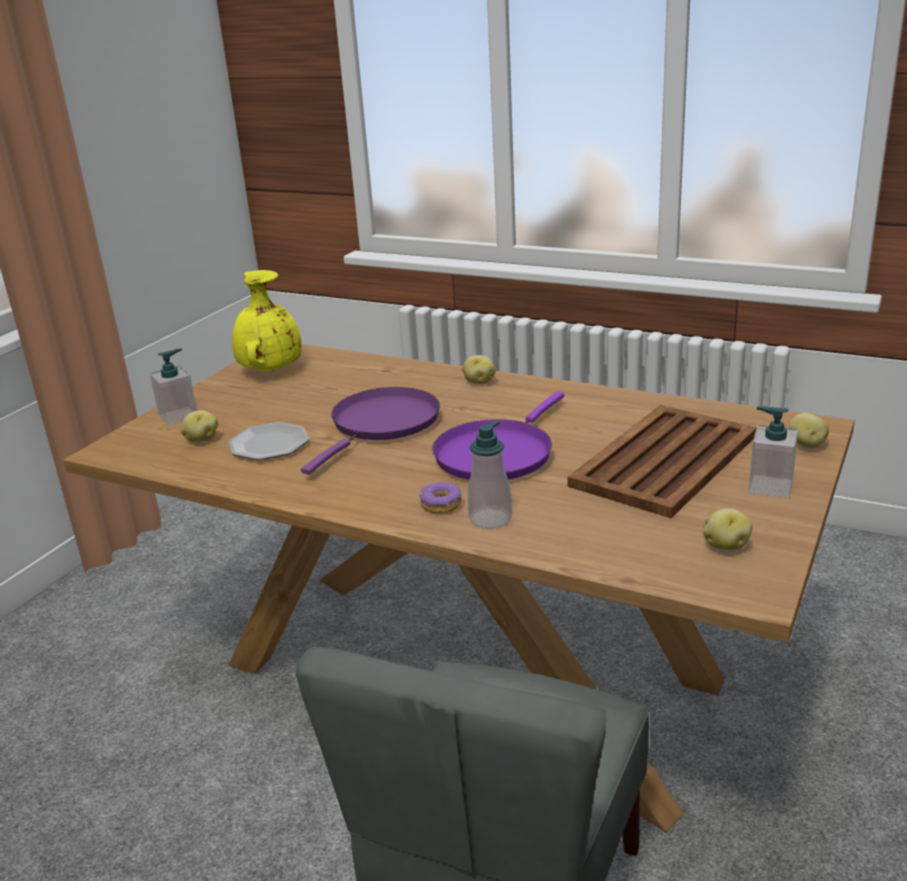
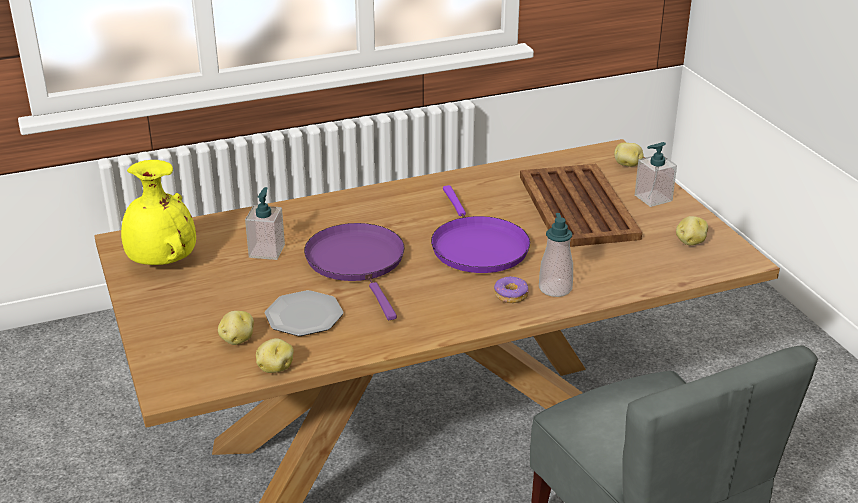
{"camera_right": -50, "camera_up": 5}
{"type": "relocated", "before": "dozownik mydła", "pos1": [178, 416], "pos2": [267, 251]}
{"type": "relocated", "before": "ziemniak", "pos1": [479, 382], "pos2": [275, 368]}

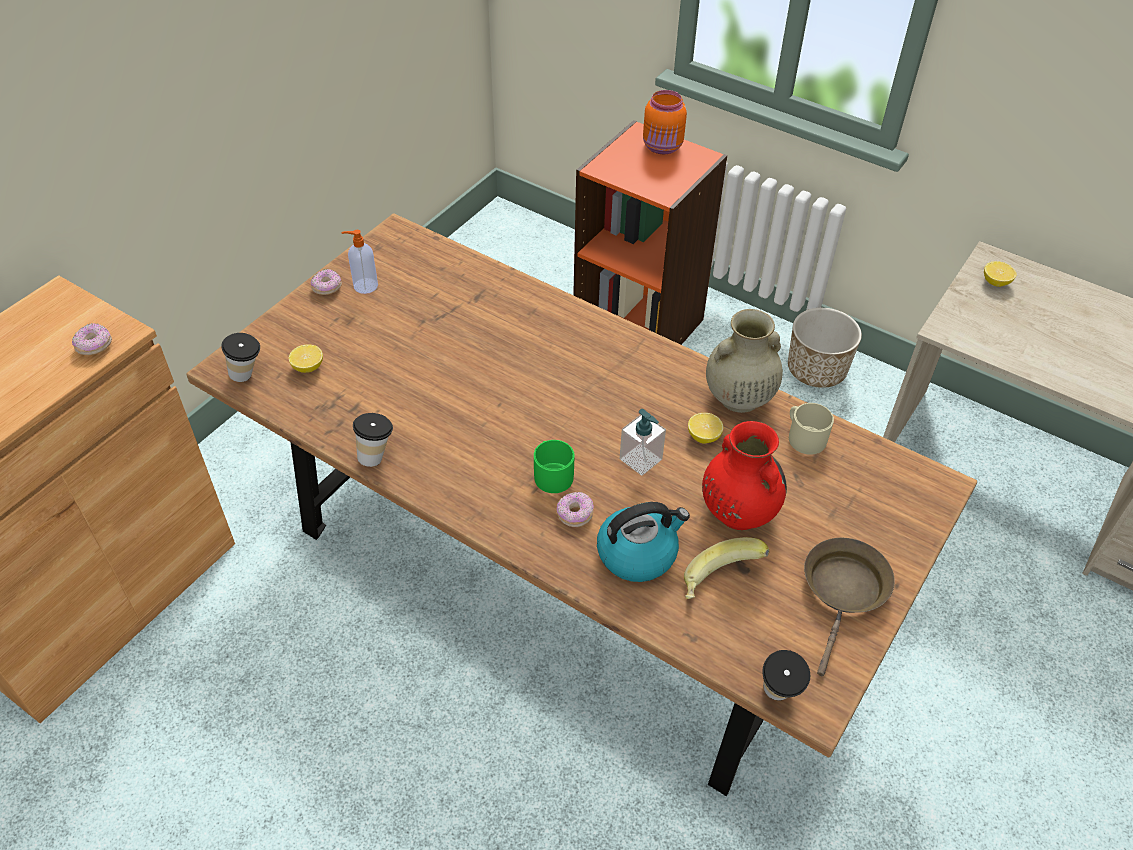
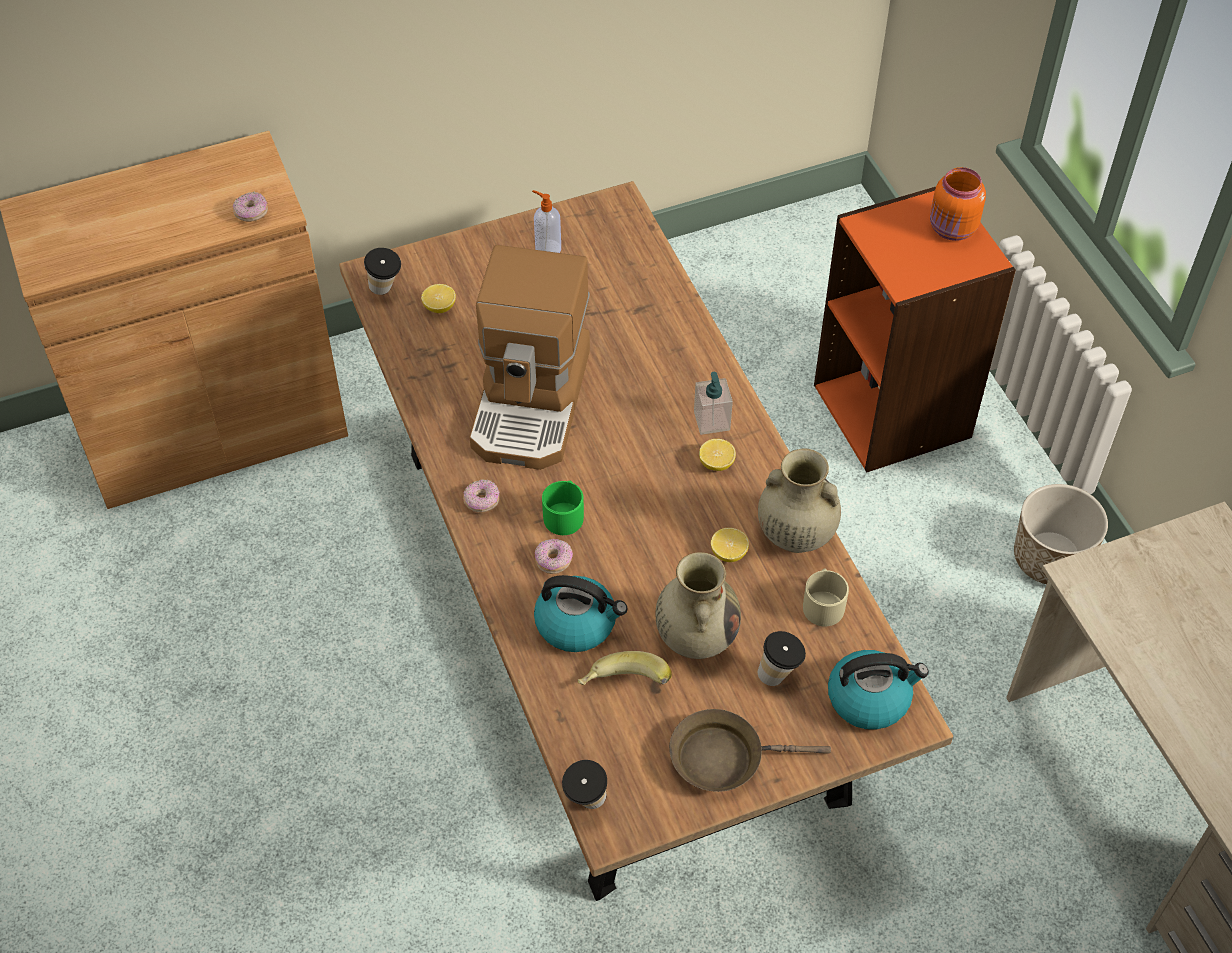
{"camera_right": 35, "camera_up": 5}
{"type": "relocated", "before": "donut", "pos1": [327, 288], "pos2": [482, 501]}
{"type": "appeared", "after": "ekspres do kawy", "pos2": [533, 401]}
{"type": "colour", "before": "wazon (czerwony)", "after": "wazon (beżowy)", "pos1": [737, 511], "pos2": [696, 637]}
{"type": "spun", "before": "patelnia (brązowy)", "pos1": [844, 592], "pos2": [724, 757], "turn": -150}
{"type": "relocated", "before": "dozownik mydła", "pos1": [641, 459], "pos2": [712, 421]}
{"type": "relocated", "before": "cytryna", "pos1": [995, 282], "pos2": [716, 463]}
{"type": "relocated", "before": "filiżanka", "pos1": [377, 456], "pos2": [779, 675]}
{"type": "appeared", "after": "czajnik", "pos2": [870, 698]}

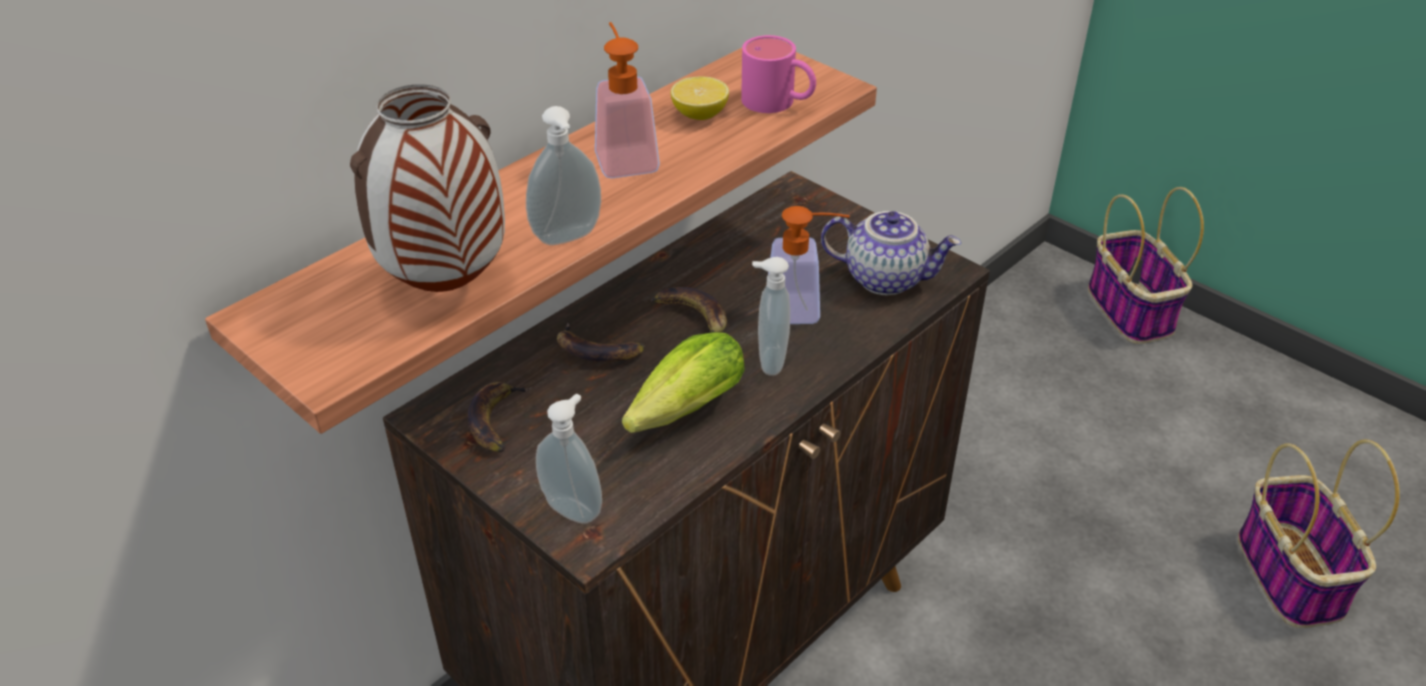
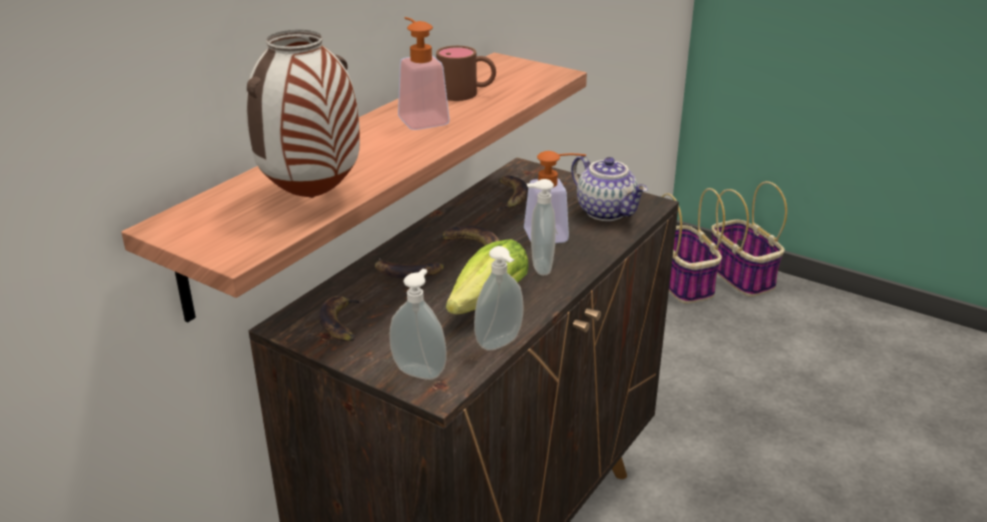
{"camera_right": -10, "camera_up": -10}
{"type": "exchanged", "before": "cytryna", "after": "kubek (brązowy)", "pos1": [700, 115], "pos2": [466, 93]}
{"type": "relocated", "before": "dozownik mydła", "pos1": [568, 238], "pos2": [501, 344]}
{"type": "appeared", "after": "banan", "pos2": [510, 196]}
{"type": "spun", "before": "imbryk", "pos1": [886, 278], "pos2": [607, 212], "turn": 45}
{"type": "relocated", "before": "koszyk", "pos1": [1291, 576], "pos2": [684, 283]}
{"type": "missing", "before": "kubek (różowy)", "pos1": [778, 102]}

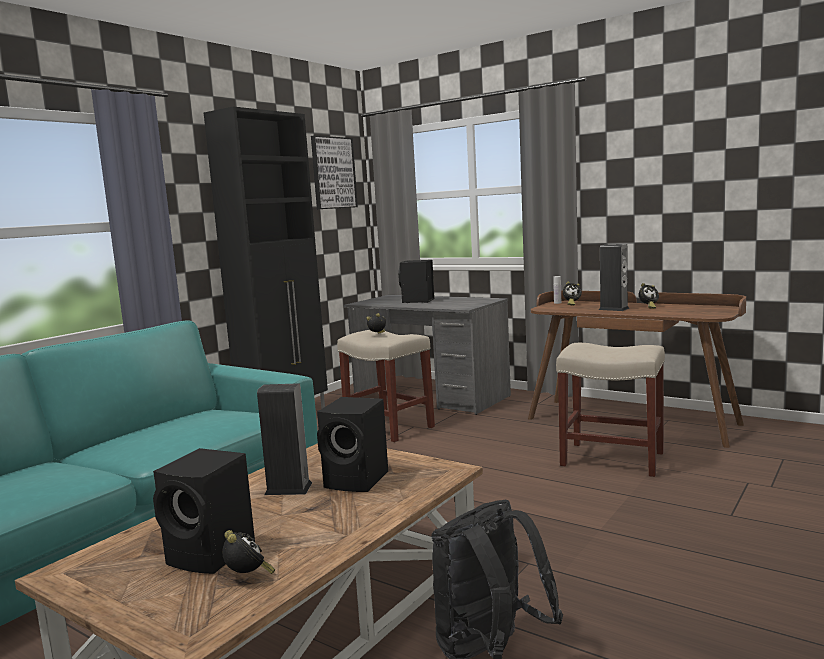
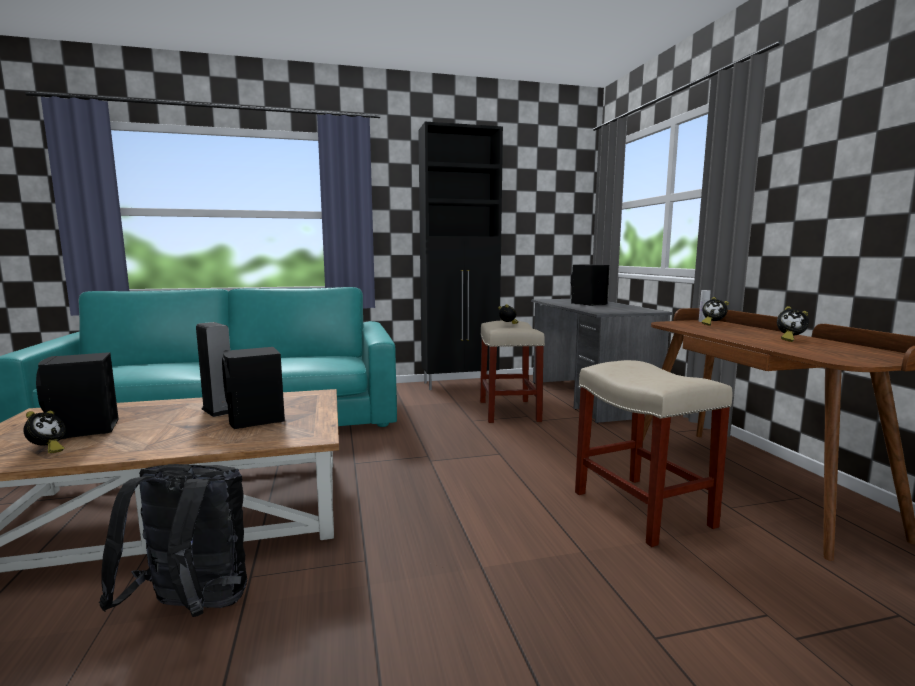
{"camera_right": 40, "camera_up": 0}
{"type": "missing", "before": "obraz", "pos1": [333, 173]}
{"type": "missing", "before": "głośnik", "pos1": [613, 309]}

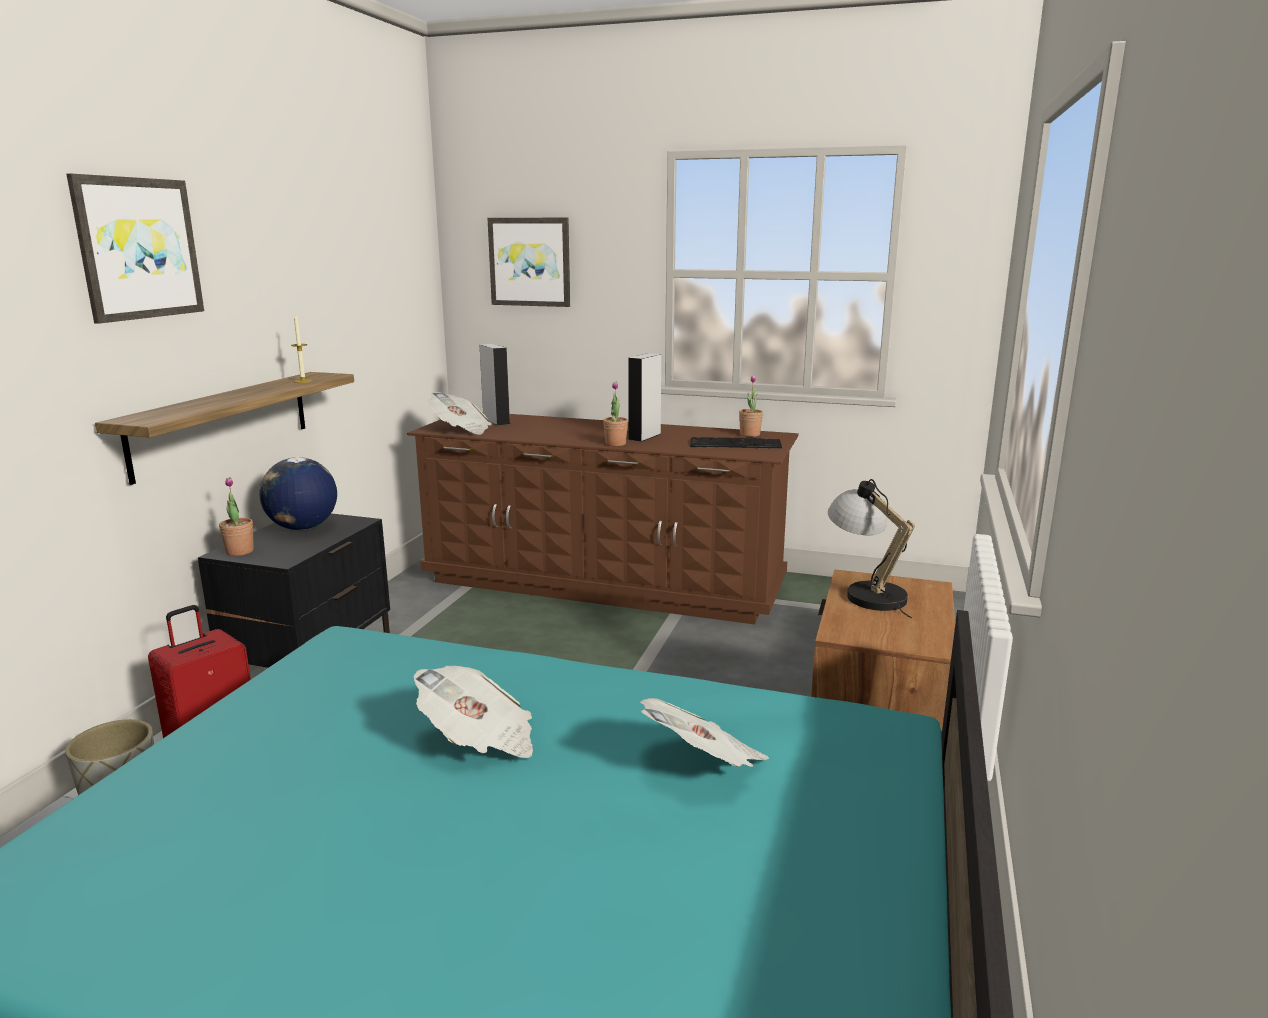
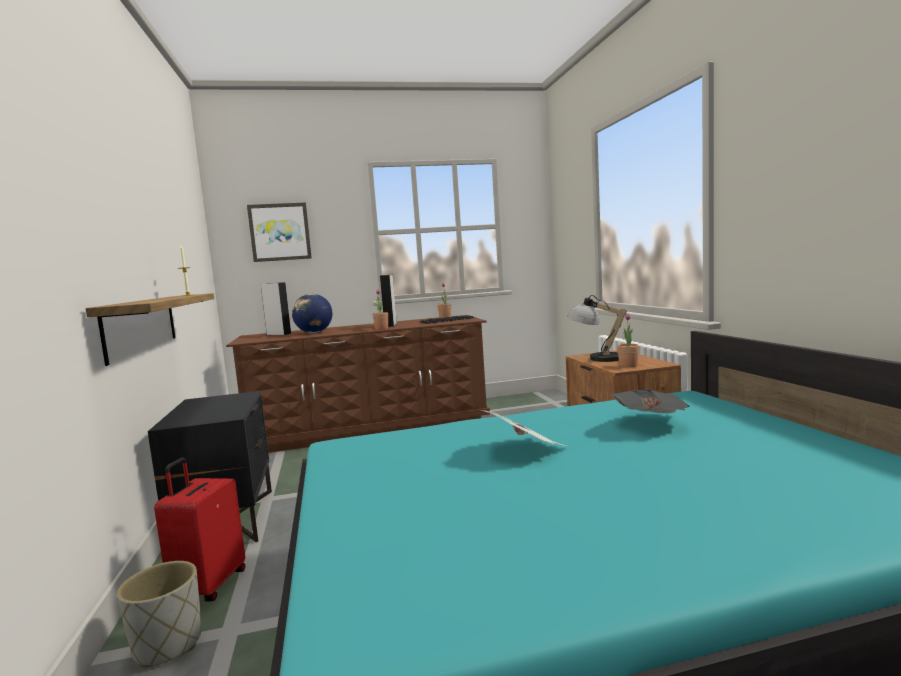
{"camera_right": -30, "camera_up": -10}
{"type": "relocated", "before": "globus", "pos1": [302, 528], "pos2": [314, 332]}
{"type": "relocated", "before": "roślina doniczkowa", "pos1": [240, 551], "pos2": [628, 365]}
{"type": "missing", "before": "obraz", "pos1": [138, 248]}
{"type": "missing", "before": "gazeta", "pos1": [461, 430]}

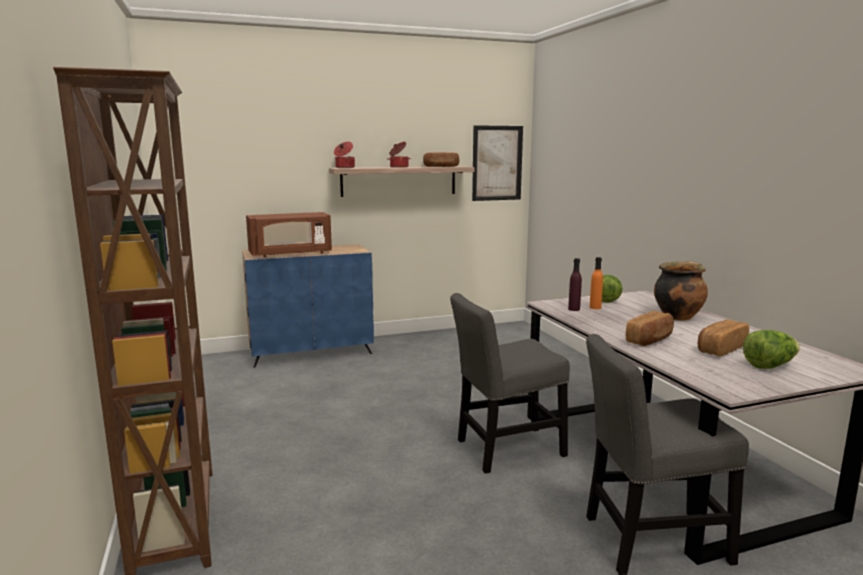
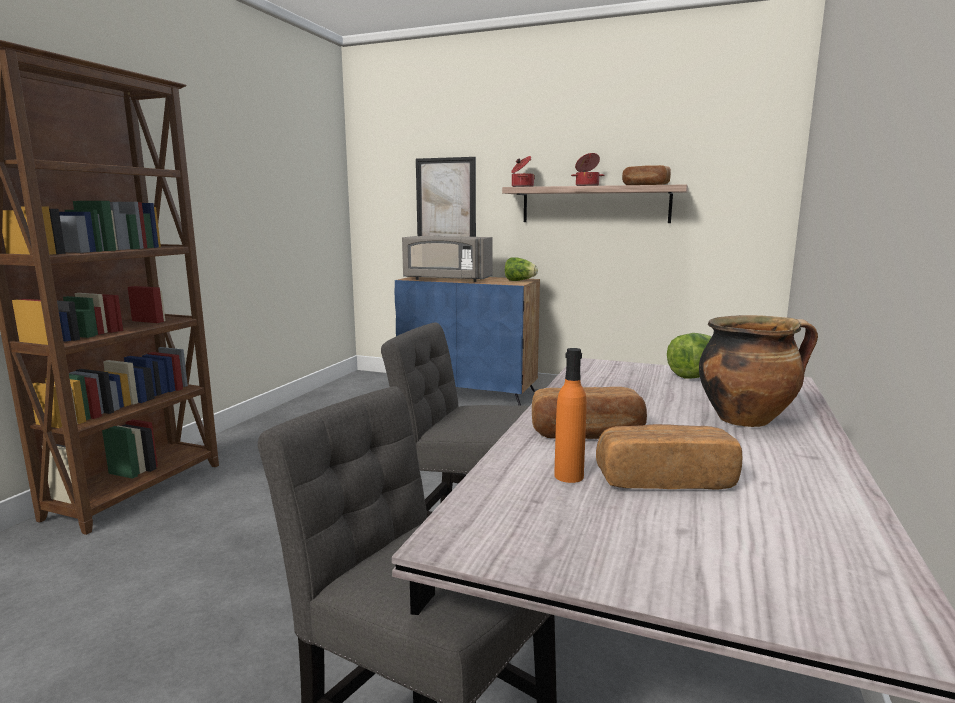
{"camera_right": 40, "camera_up": 0}
{"type": "colour", "before": "mikrofalówka (brązowy)", "after": "mikrofalówka (szary)", "pos1": [291, 254], "pos2": [447, 279]}
{"type": "relocated", "before": "obraz", "pos1": [497, 163], "pos2": [446, 203]}
{"type": "relocated", "before": "sałata", "pos1": [769, 366], "pos2": [519, 281]}
{"type": "relocated", "before": "butelka (pomarańczowy)", "pos1": [595, 307], "pos2": [568, 476]}
{"type": "missing", "before": "butelka (fioletowy)", "pos1": [574, 309]}

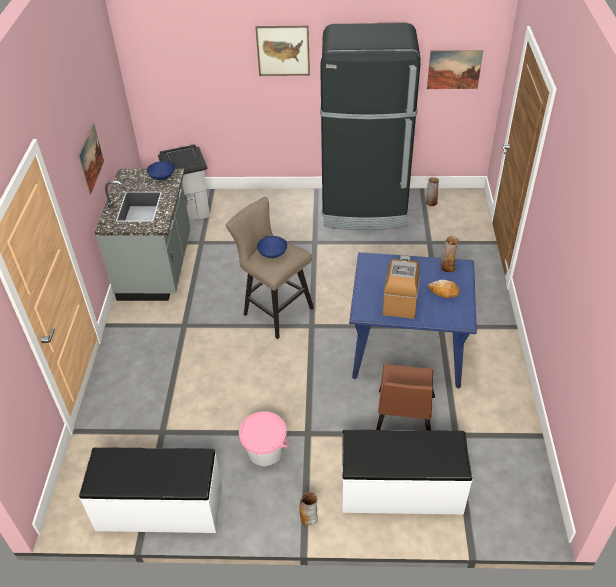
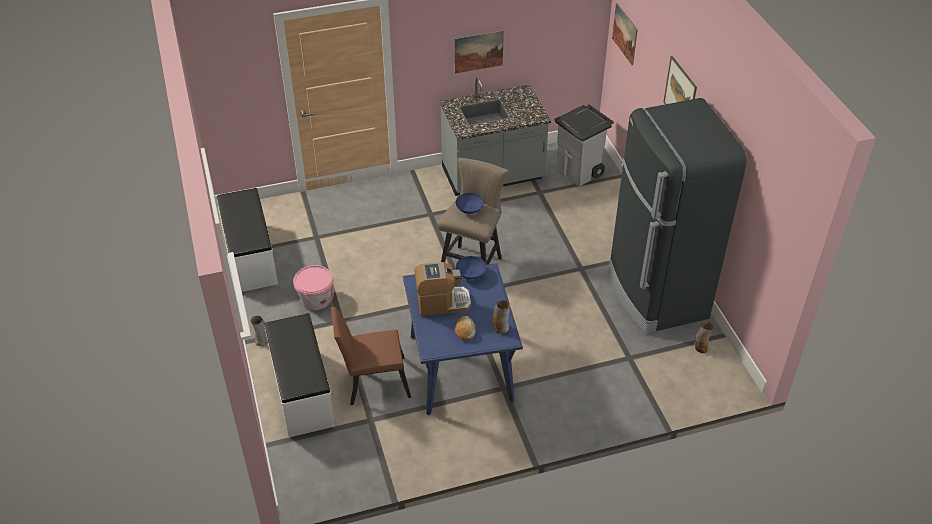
{"camera_right": 70, "camera_up": 0}
{"type": "relocated", "before": "miska (niebieski)", "pos1": [162, 177], "pos2": [471, 274]}
{"type": "relocated", "before": "obraz", "pos1": [454, 69], "pos2": [625, 34]}

